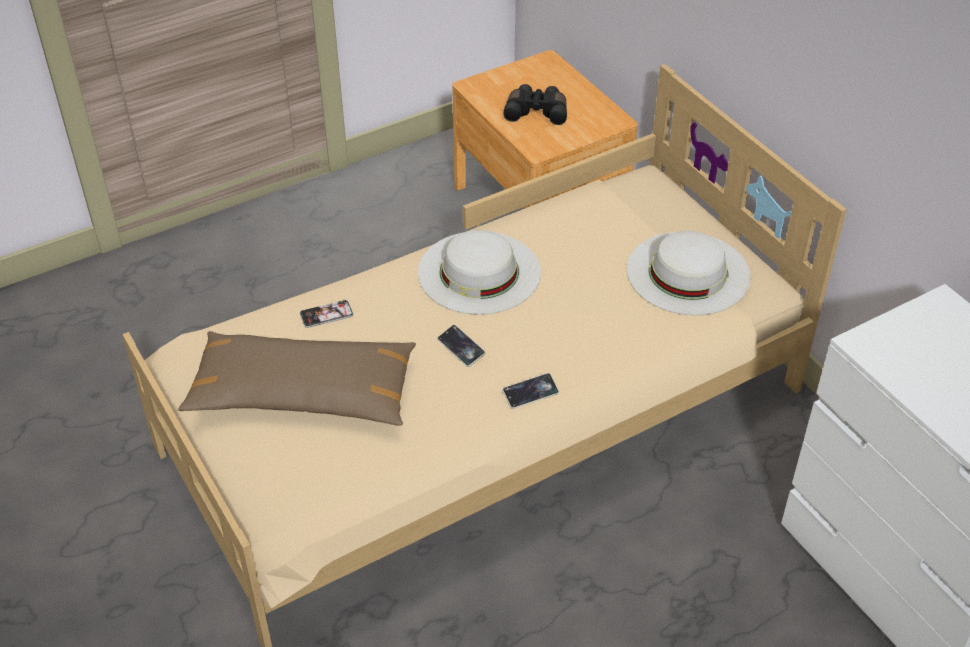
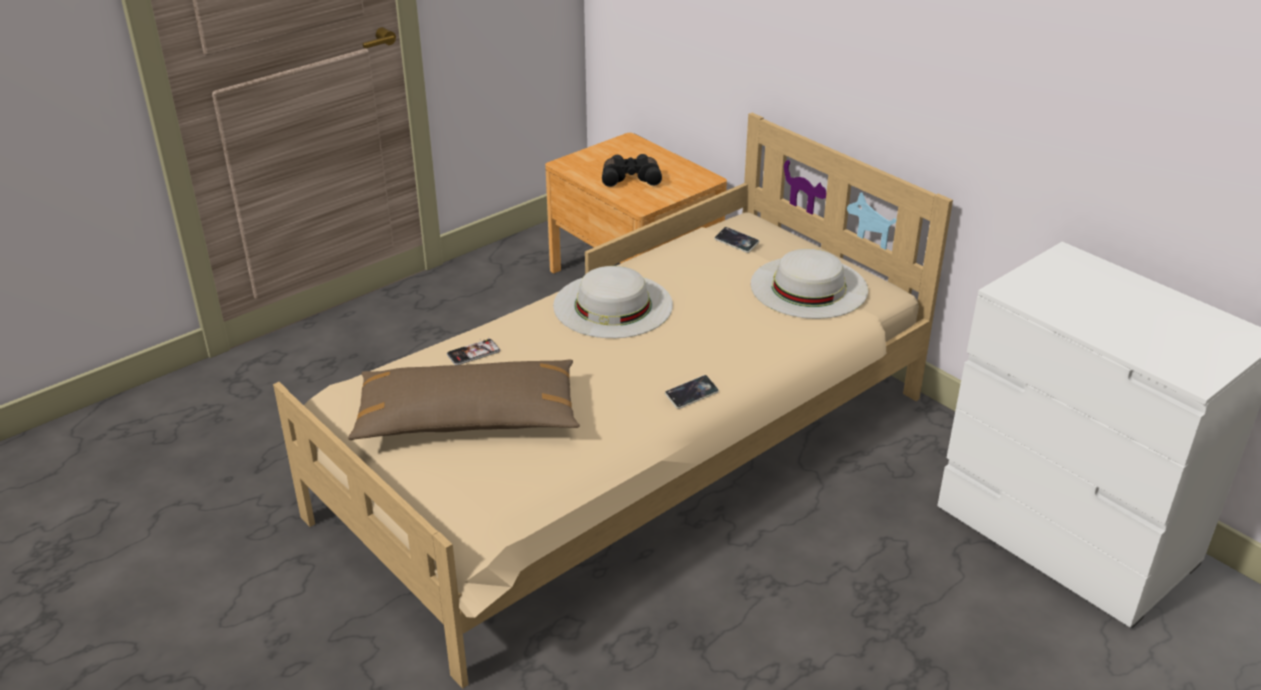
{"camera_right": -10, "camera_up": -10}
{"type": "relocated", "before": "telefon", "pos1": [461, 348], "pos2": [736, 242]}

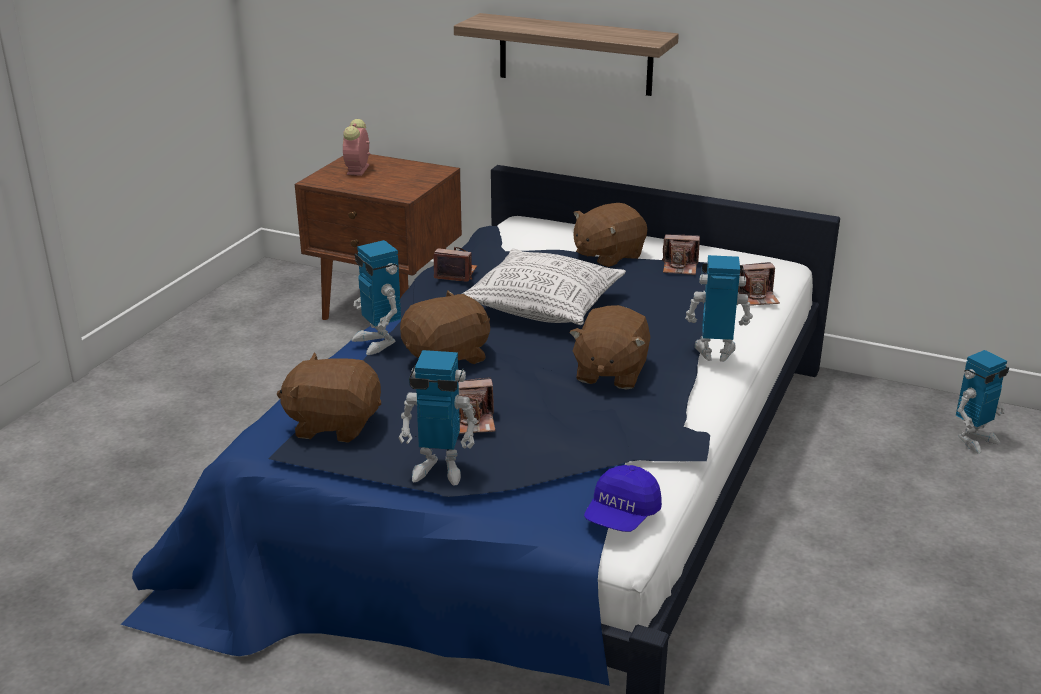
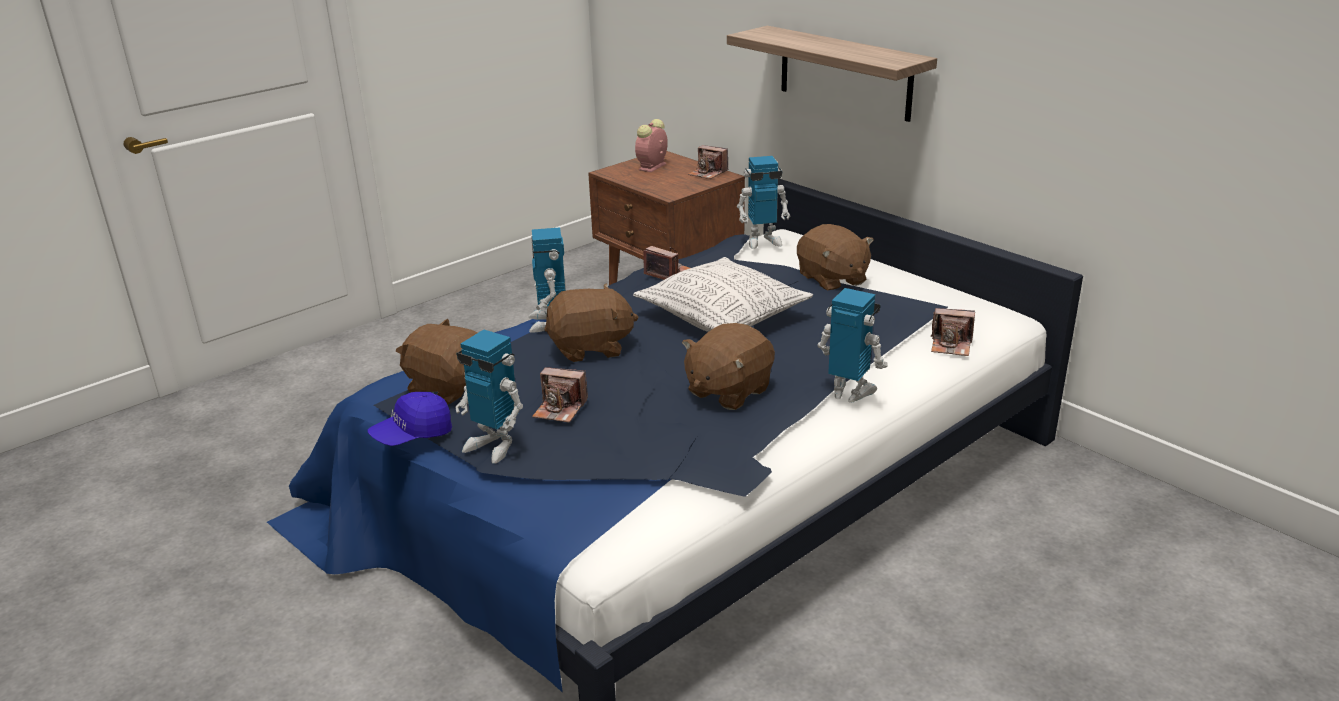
{"camera_right": 25, "camera_up": 0}
{"type": "relocated", "before": "czapka z daszkiem (niebieski)", "pos1": [621, 516], "pos2": [413, 435]}
{"type": "relocated", "before": "aparat fotograficzny", "pos1": [680, 267], "pos2": [708, 173]}
{"type": "relocated", "before": "robot zabawkowy", "pos1": [974, 439], "pos2": [763, 241]}
{"type": "spun", "before": "pluszak (brązowy)", "pos1": [607, 257], "pos2": [832, 280], "turn": -105}

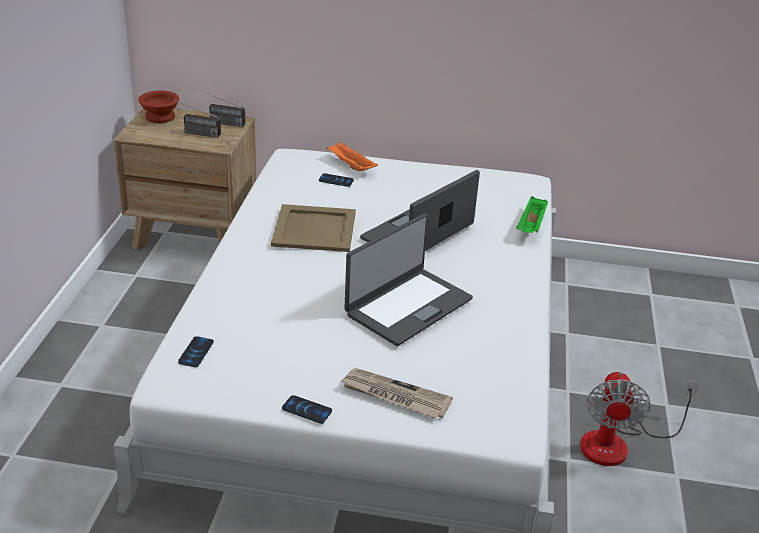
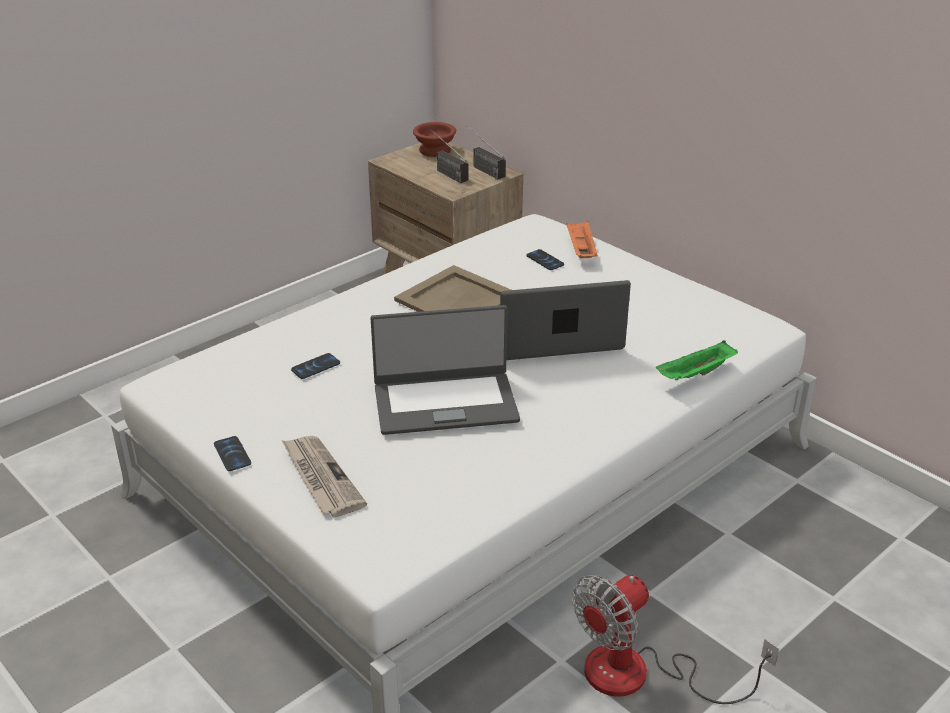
{"camera_right": 40, "camera_up": 0}
{"type": "relocated", "before": "telefon", "pos1": [196, 352], "pos2": [315, 367]}

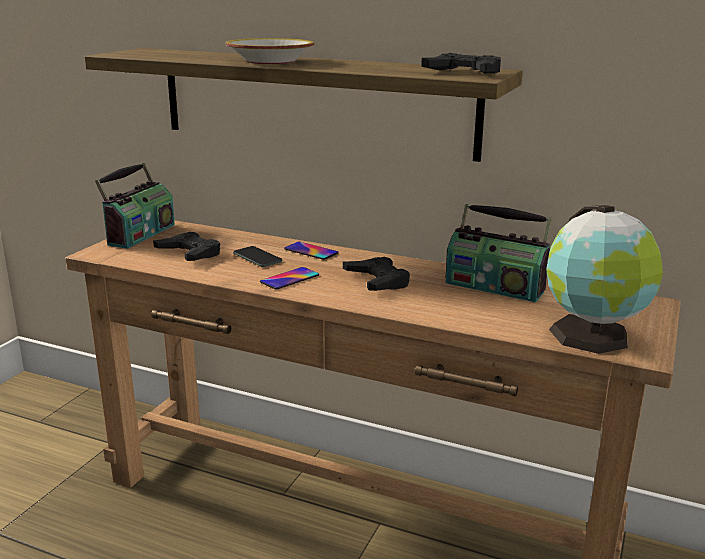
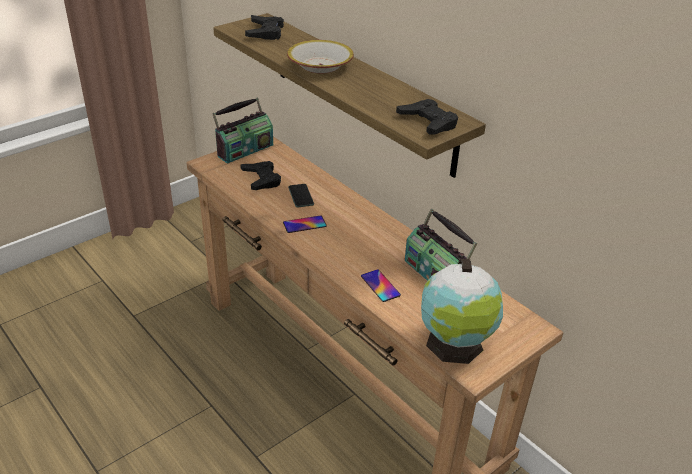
{"camera_right": 25, "camera_up": 15}
{"type": "relocated", "before": "pad do gier (czarny)", "pos1": [377, 280], "pos2": [265, 32]}
{"type": "relocated", "before": "telefon", "pos1": [311, 251], "pos2": [380, 286]}

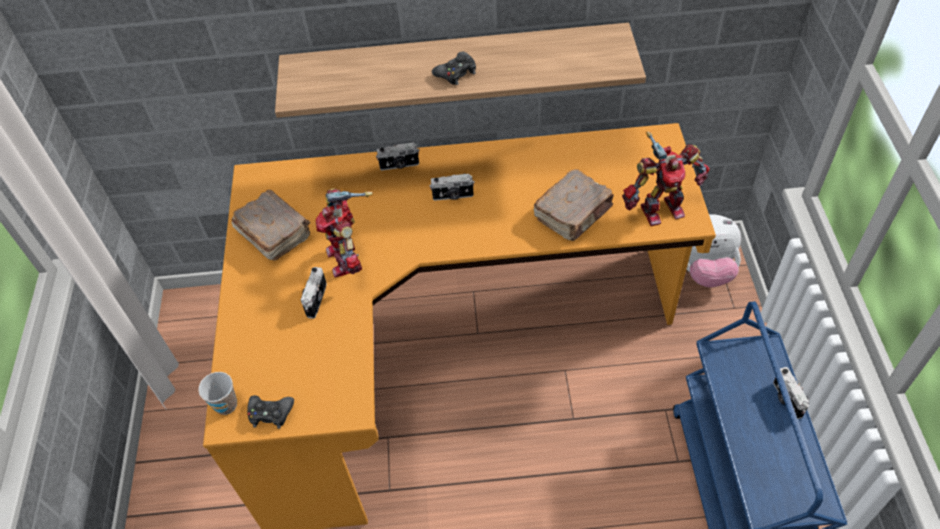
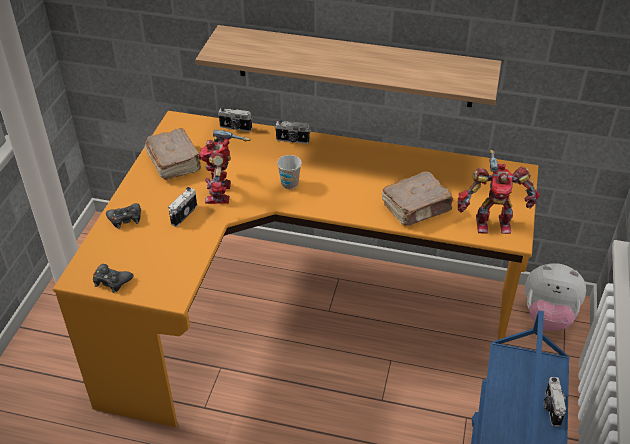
{"camera_right": 15, "camera_up": -10}
{"type": "relocated", "before": "pad do gier (czarny)", "pos1": [456, 73], "pos2": [125, 219]}
{"type": "relocated", "before": "aparat fotograficzny", "pos1": [453, 196], "pos2": [235, 128]}
{"type": "relocated", "before": "filiżanka", "pos1": [226, 405], "pos2": [289, 184]}

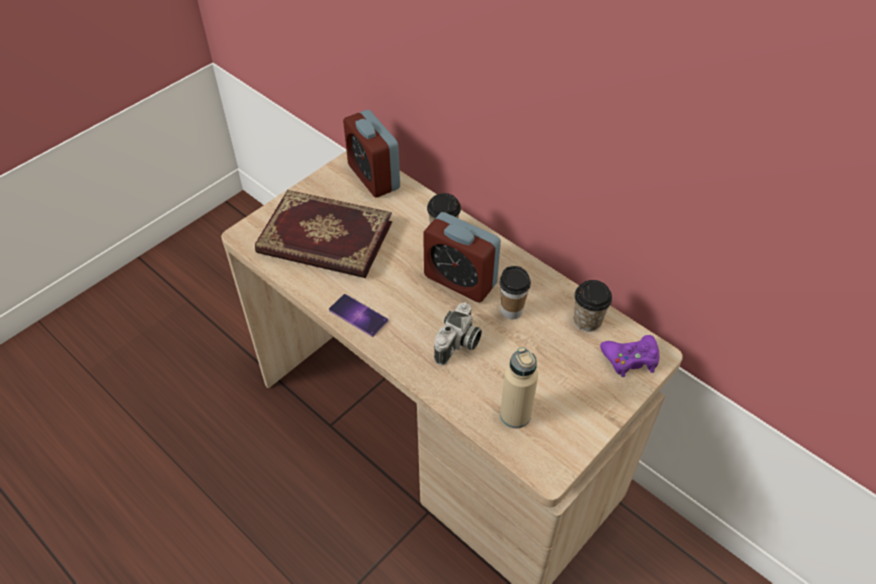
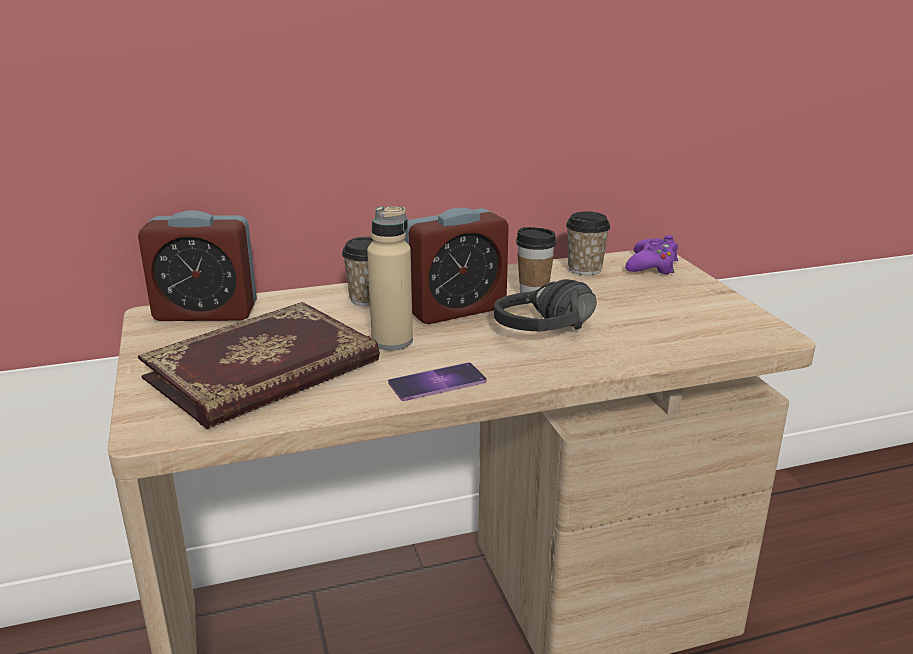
{"camera_right": -60, "camera_up": -25}
{"type": "relocated", "before": "butelka (beżowy)", "pos1": [515, 415], "pos2": [392, 341]}
{"type": "exchanged", "before": "aparat fotograficzny", "after": "słuchawki (czarny)", "pos1": [458, 345], "pos2": [555, 335]}

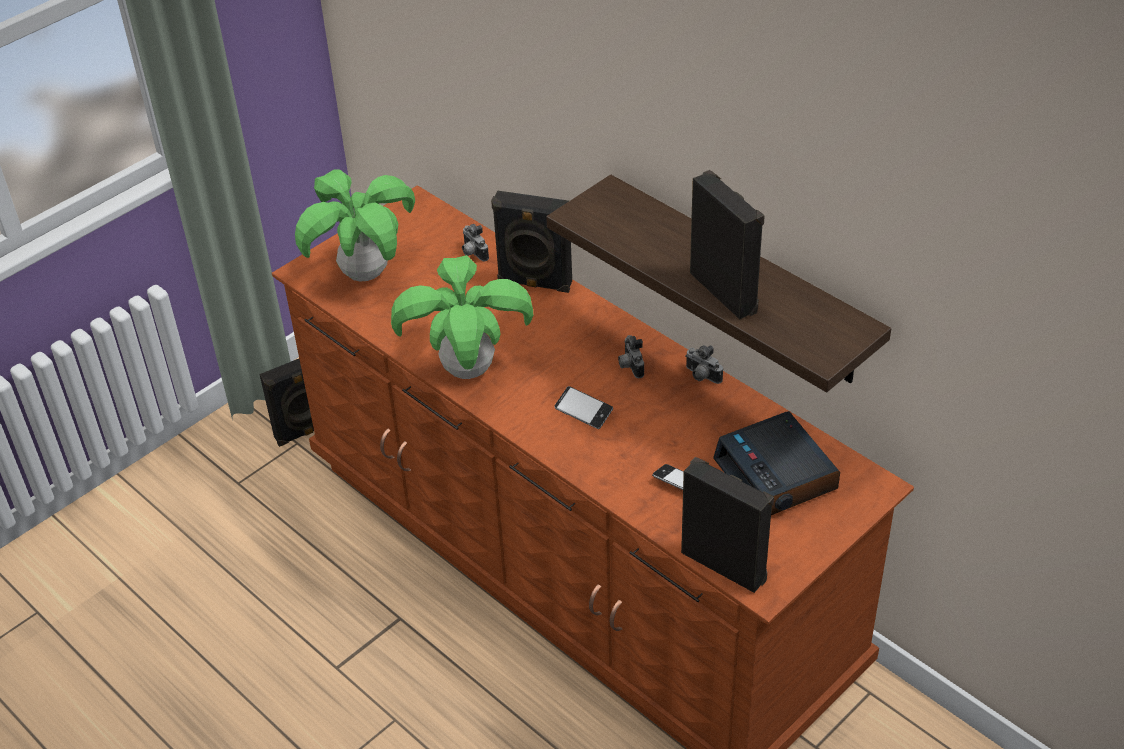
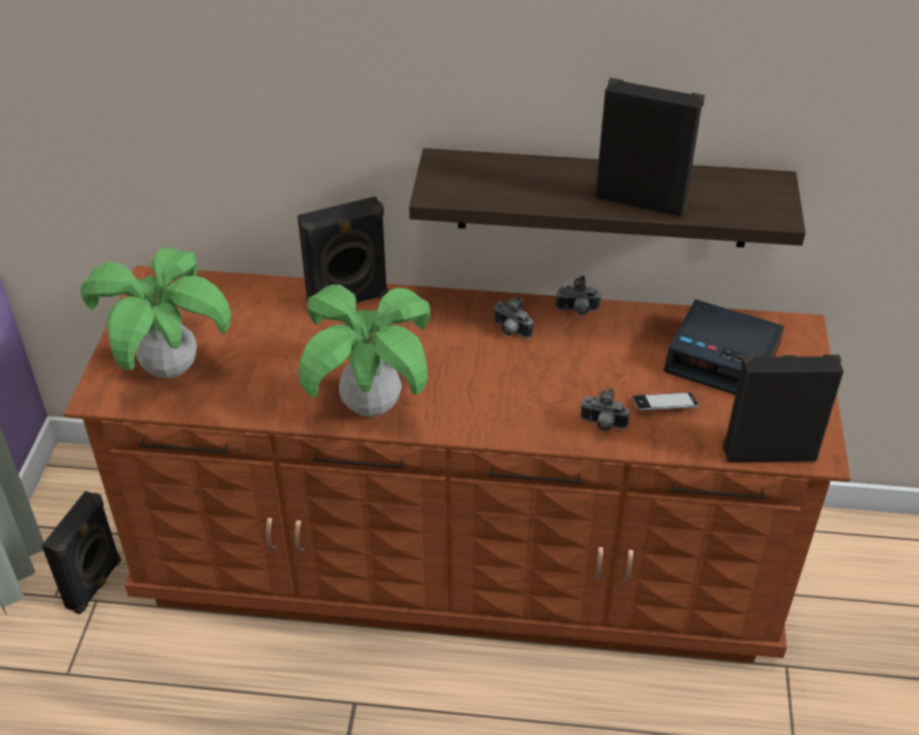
{"camera_right": -40, "camera_up": 0}
{"type": "relocated", "before": "aparat fotograficzny", "pos1": [473, 253], "pos2": [602, 425]}
{"type": "missing", "before": "telefon", "pos1": [583, 411]}

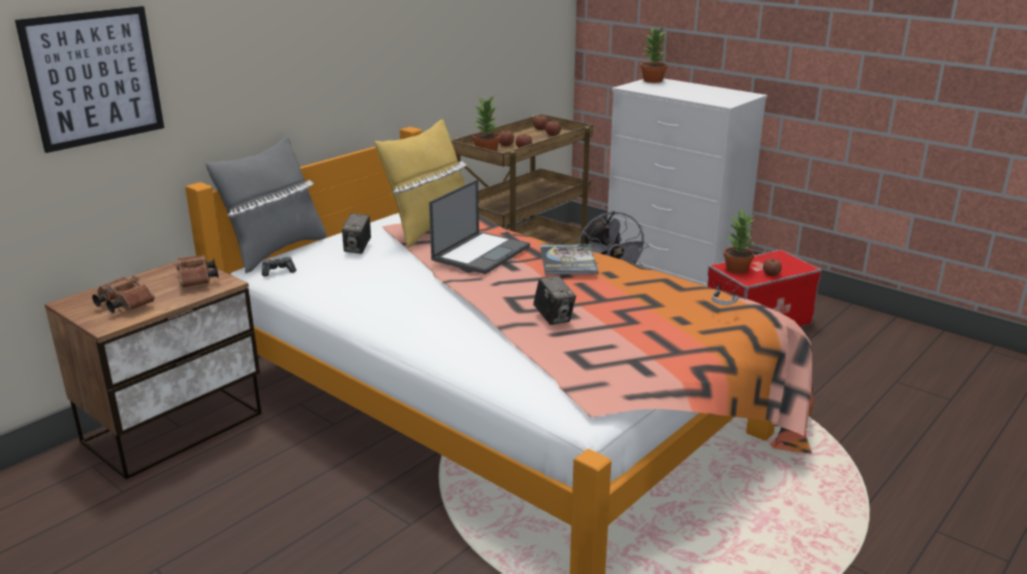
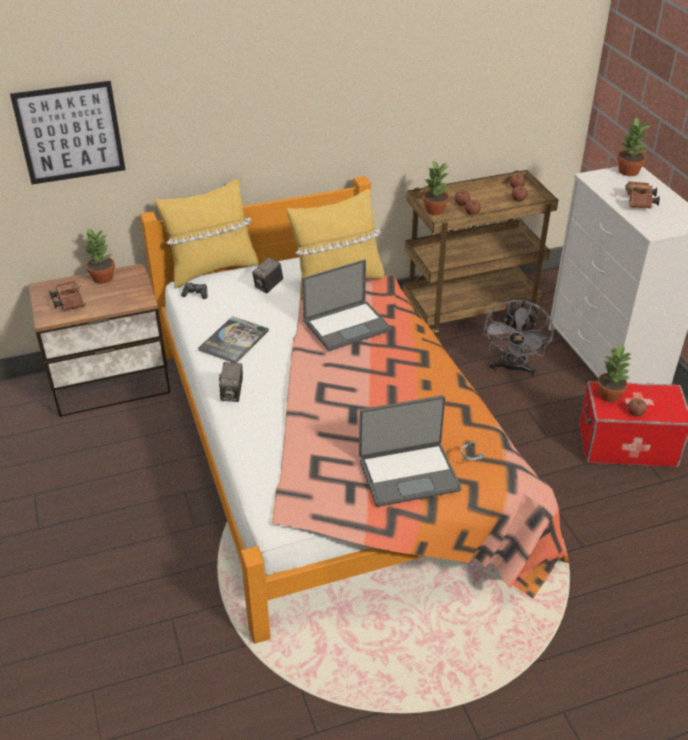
{"camera_right": 30, "camera_up": 15}
{"type": "appeared", "after": "roślina doniczkowa", "pos2": [102, 278]}
{"type": "colour", "before": "poduszka (szary)", "after": "poduszka (żółty)", "pos1": [275, 251], "pos2": [212, 269]}
{"type": "relocated", "before": "książka", "pos1": [568, 261], "pos2": [234, 340]}
{"type": "relocated", "before": "aparat fotograficzny", "pos1": [554, 318], "pos2": [232, 394]}
{"type": "appeared", "after": "laptop", "pos2": [408, 474]}
{"type": "relocated", "before": "lornetka (brązowy)", "pos1": [197, 281], "pos2": [639, 203]}

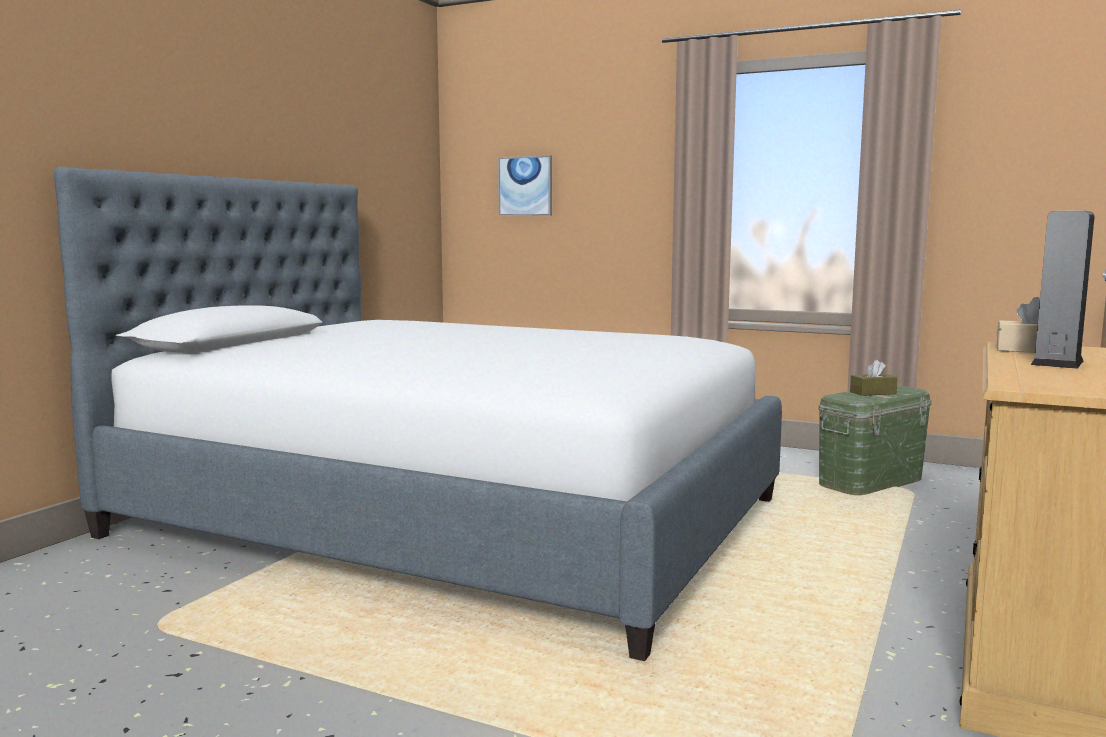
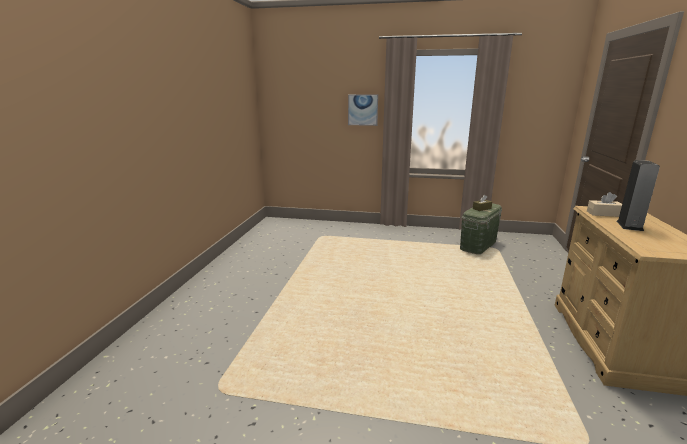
{"camera_right": -15, "camera_up": 10}
{"type": "relocated", "before": "obraz", "pos1": [525, 186], "pos2": [363, 110]}
{"type": "missing", "before": "łóżko", "pos1": [452, 517]}

